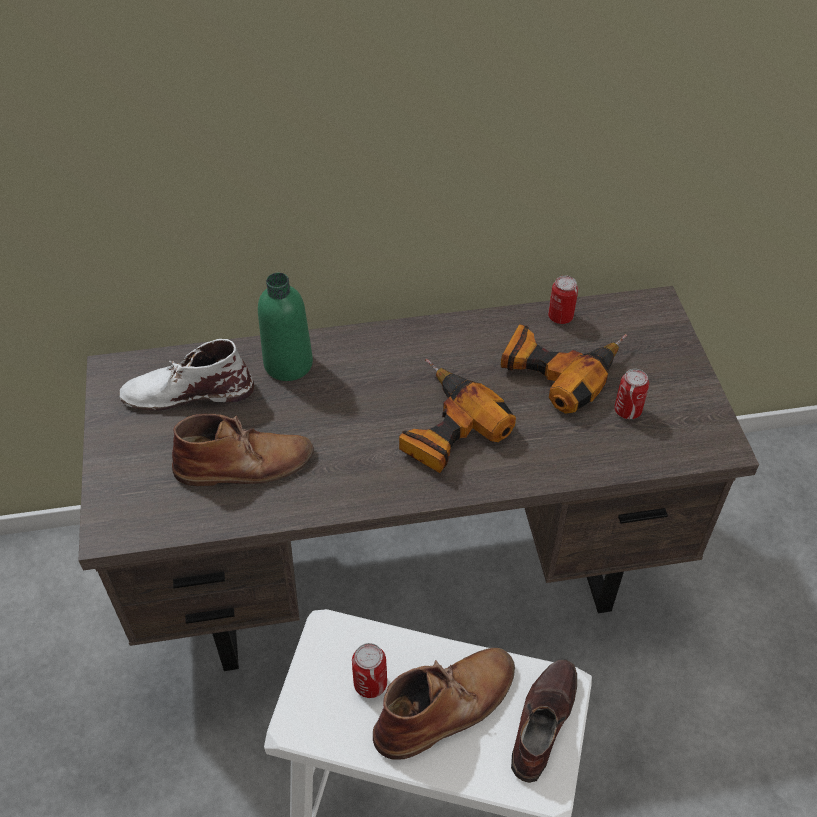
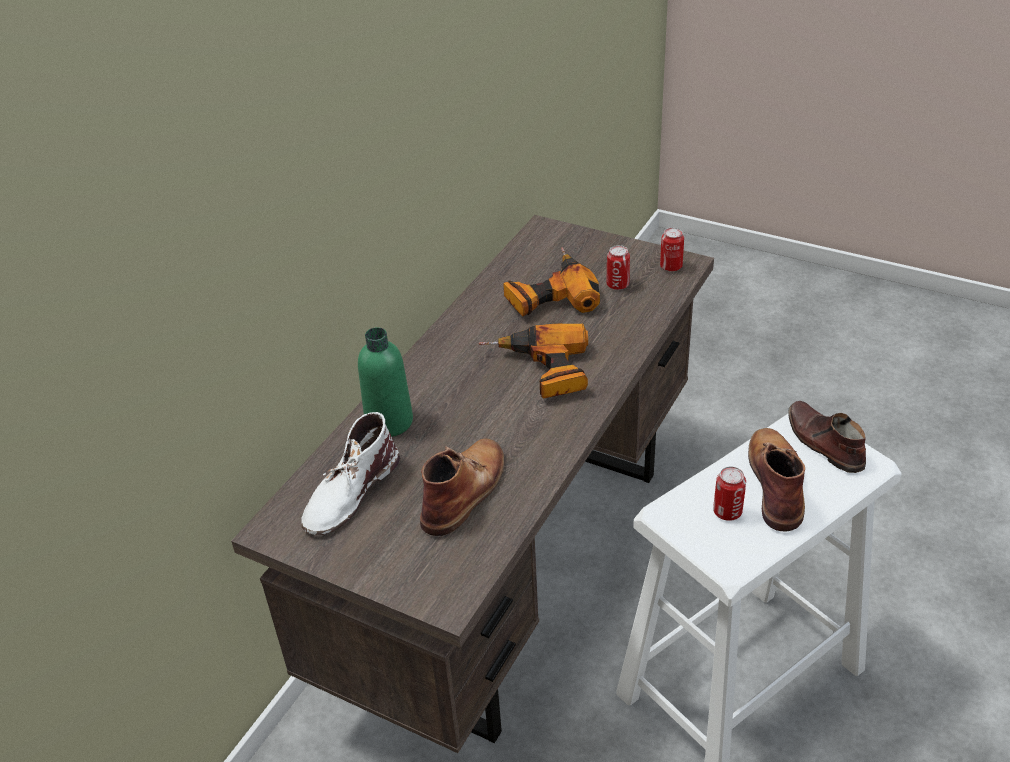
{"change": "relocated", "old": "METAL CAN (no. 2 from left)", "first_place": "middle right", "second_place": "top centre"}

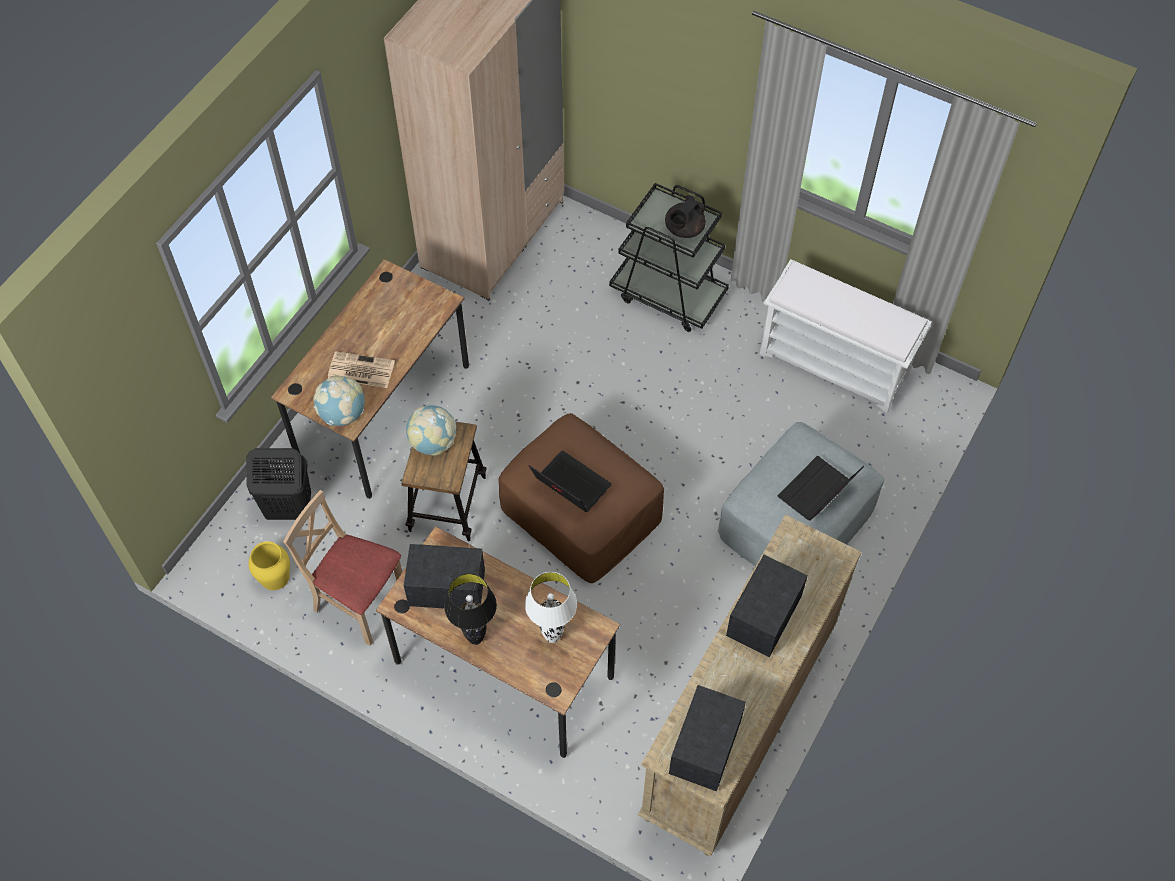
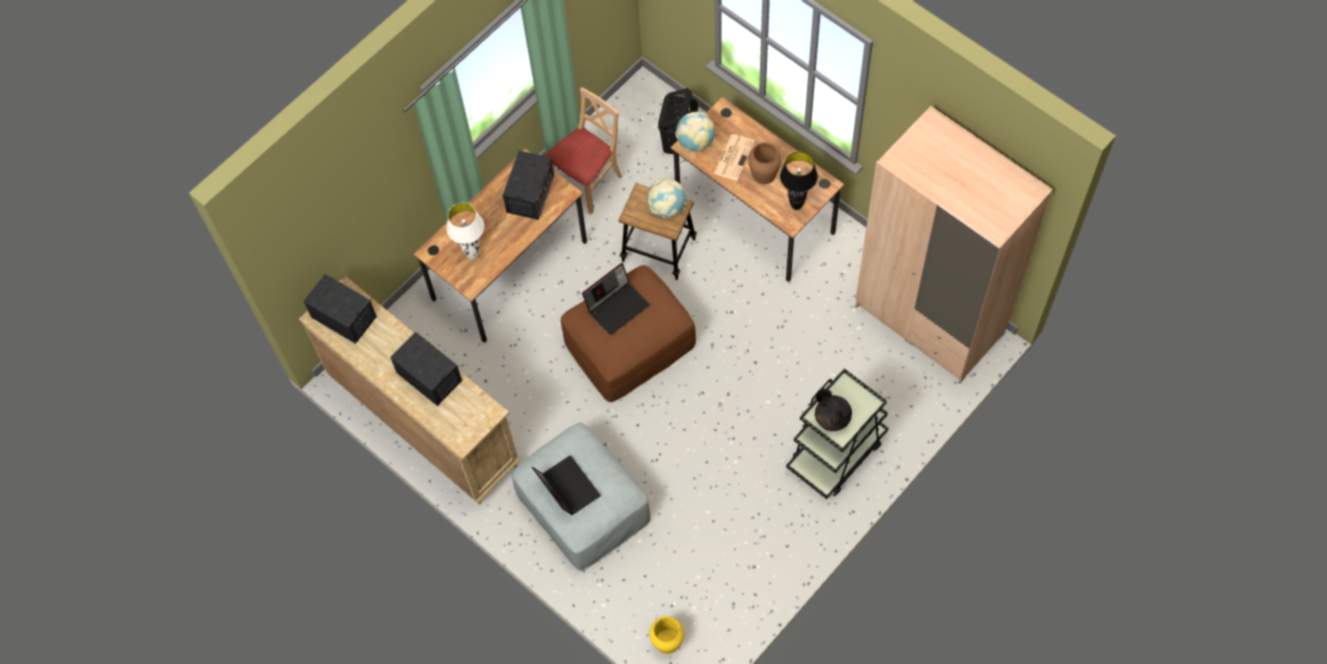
{"change": "relocated", "old": "YELLOW-COLOURED VASE", "first_place": "middle left", "second_place": "bottom centre"}
{"change": "appeared", "new": "BROWNISH VASE", "second_place": "top centre"}
{"change": "relocated", "old": "BLACKISH TABLE LAMP", "first_place": "bottom centre", "second_place": "top centre"}
{"change": "missing", "old": "WHITE INDOOR BENCH", "first_place": "middle right"}

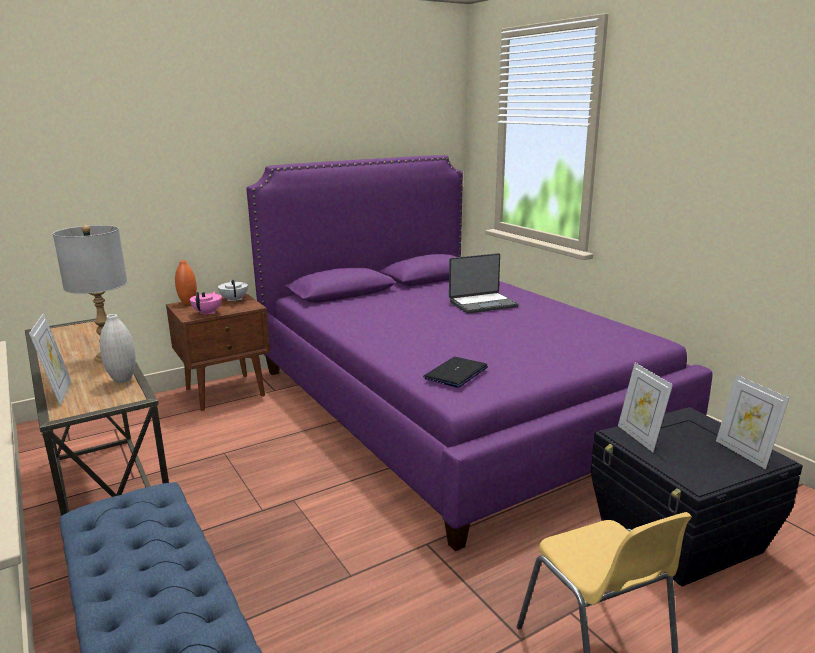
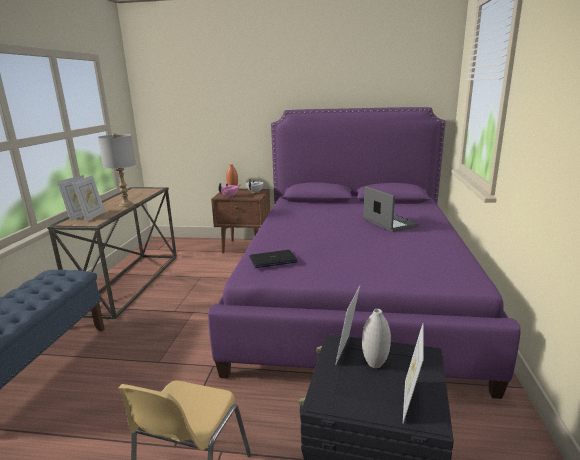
{"change": "appeared", "new": "PHOTO FRAME (no. 2 from left)", "second_place": "middle left"}
{"change": "relocated", "old": "WHITE VASE", "first_place": "middle left", "second_place": "bottom centre"}
{"change": "spun", "old": "PORTABLE COMPUTER (no. 2 from left)", "first_place": "centre", "second_place": "middle right", "degrees": -135}

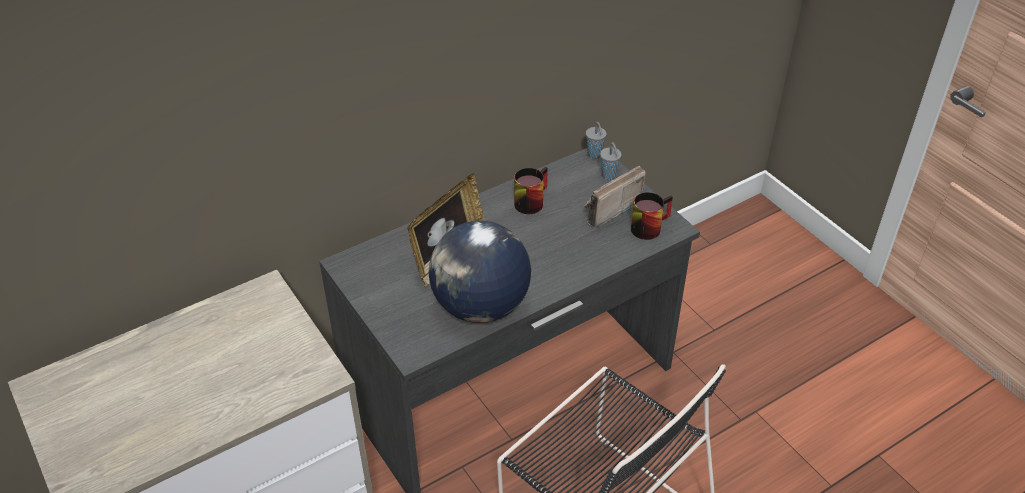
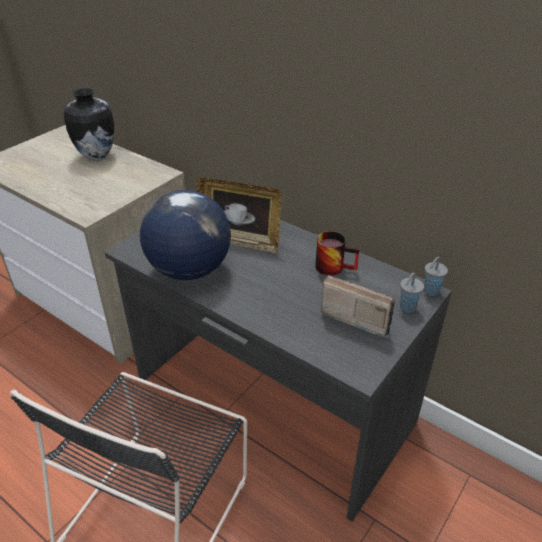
{"change": "appeared", "new": "VASE", "second_place": "top left"}
{"change": "missing", "old": "TEA MUG (no. 2 from left)", "first_place": "centre"}

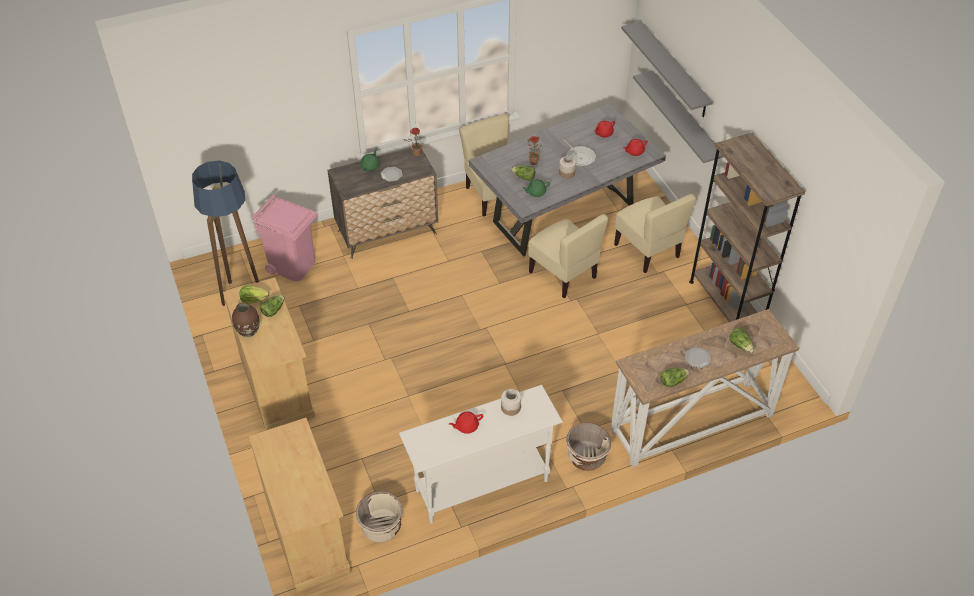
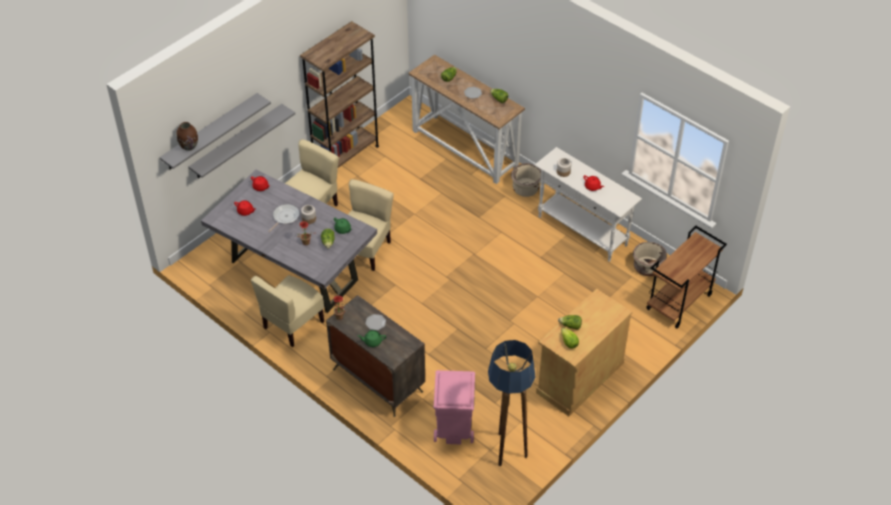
{"change": "relocated", "old": "BROWNISH VASE", "first_place": "middle left", "second_place": "top left"}
{"change": "exchanged", "old": "BEIGE CABINET (no. 2 from left)", "new": "BROWNISH WHEELED CART", "first_place": "bottom left", "second_place": "middle right"}

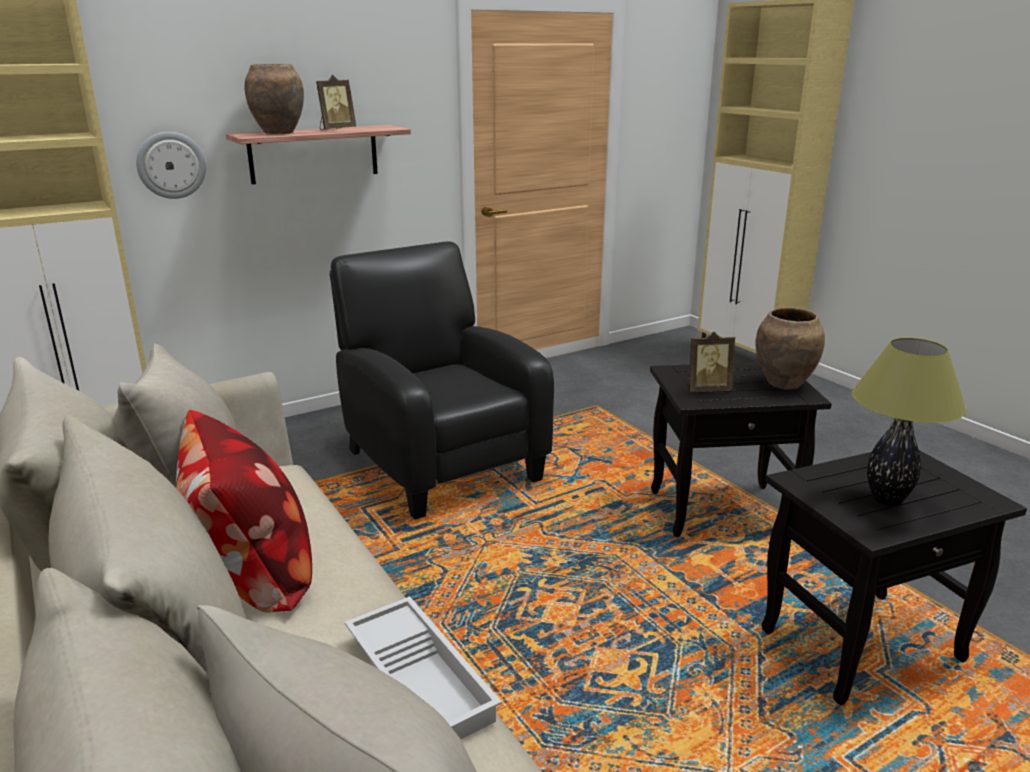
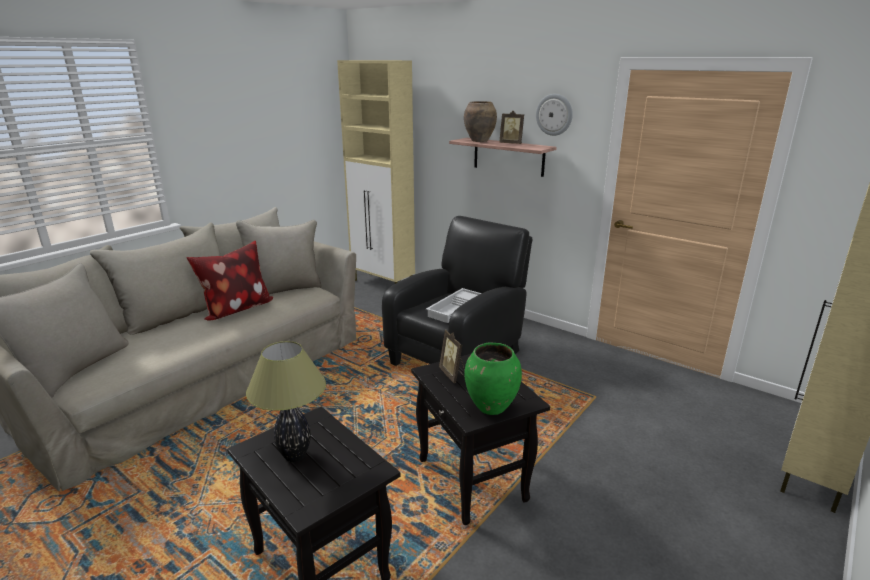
{"change": "relocated", "old": "WHITE TRAY", "first_place": "bottom centre", "second_place": "centre"}
{"change": "colour", "old": "BROWNISH VASE (no. 2 from left)", "new": "GREEN-COLOURED VASE", "first_place": "middle right", "second_place": "centre"}
{"change": "relocated", "old": "WALL CLOCK", "first_place": "top left", "second_place": "top centre"}

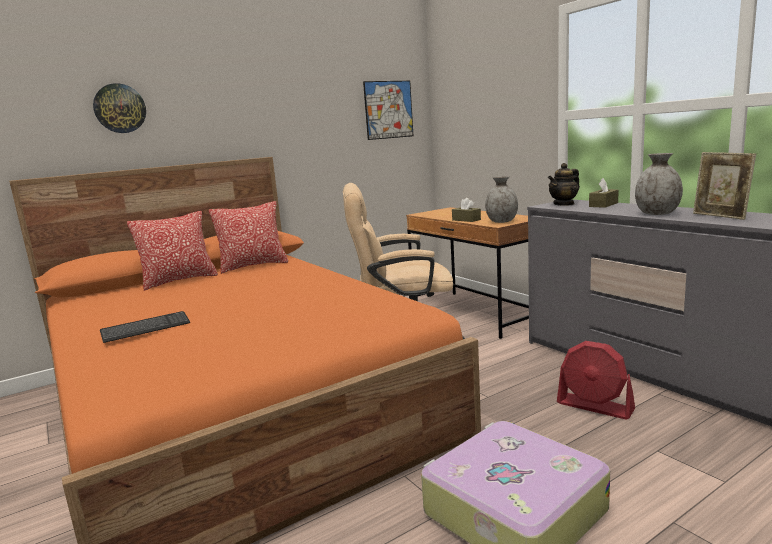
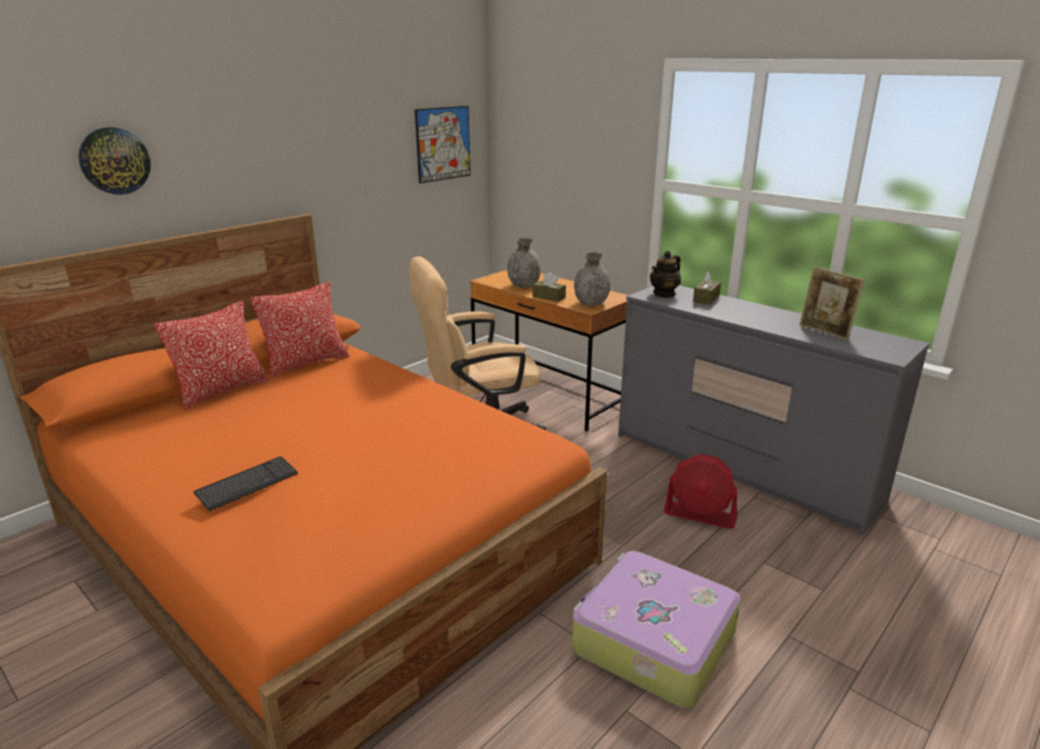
{"change": "relocated", "old": "GRAY VASE (no. 2 from left in the first image)", "new": "GRAY VASE (no. 1 from left)", "first_place": "middle right", "second_place": "centre"}

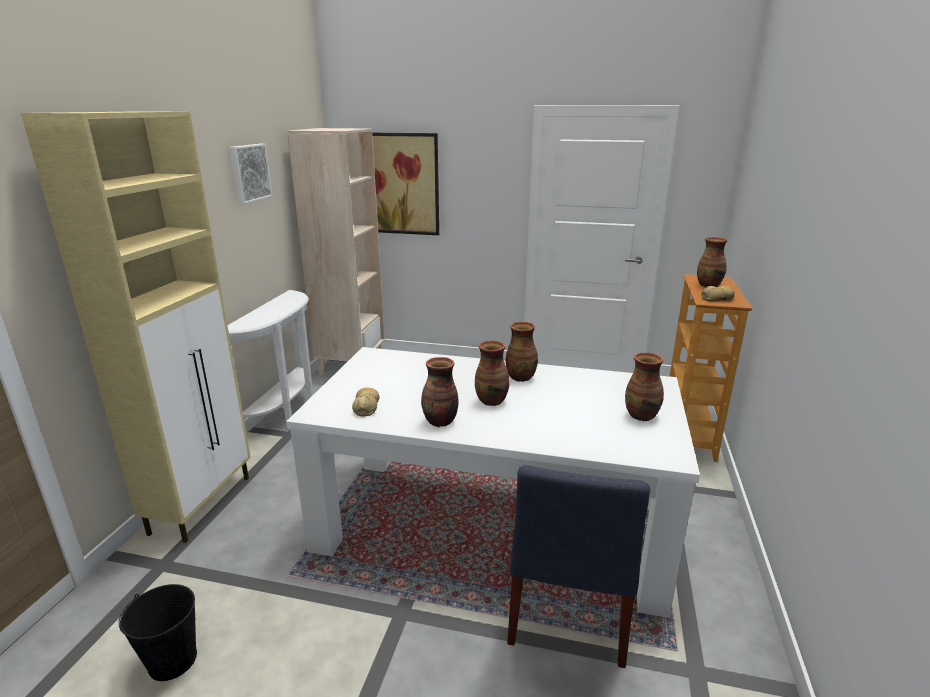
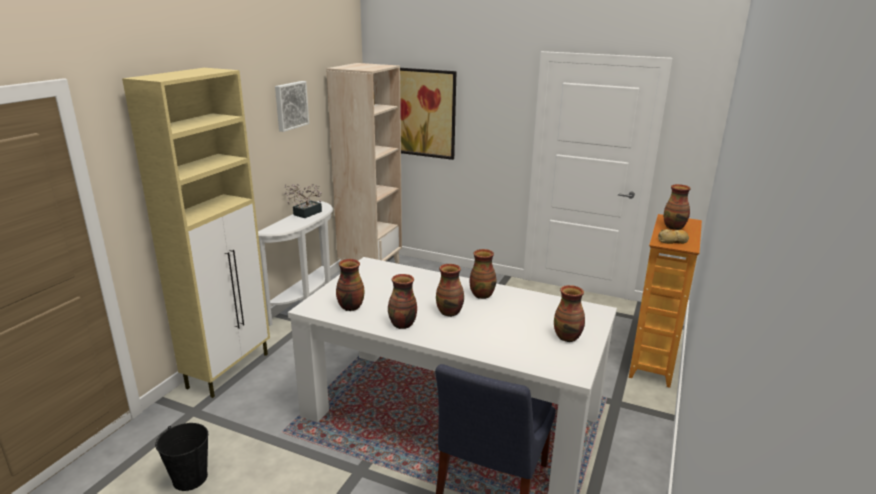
{"change": "appeared", "new": "PLANT IN A POT", "second_place": "centre"}
{"change": "exchanged", "old": "BAKED BREAD (no. 1 from left)", "new": "VASE (no. 1 from left)", "first_place": "centre", "second_place": "centre"}

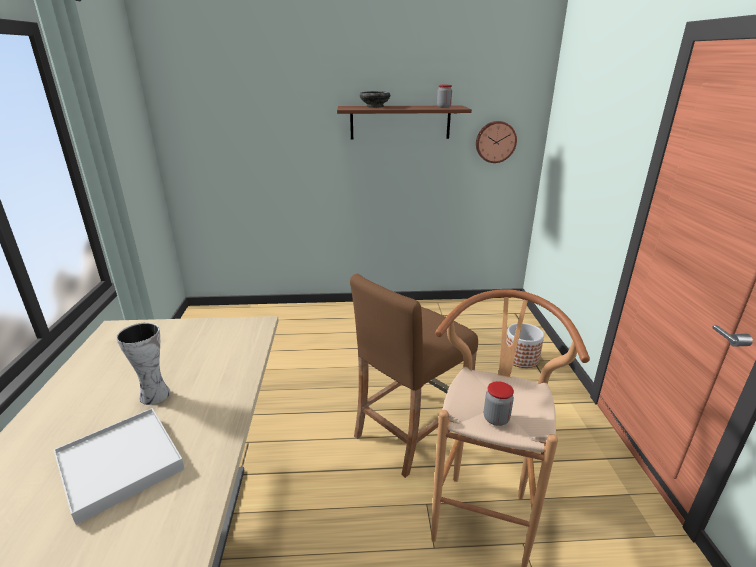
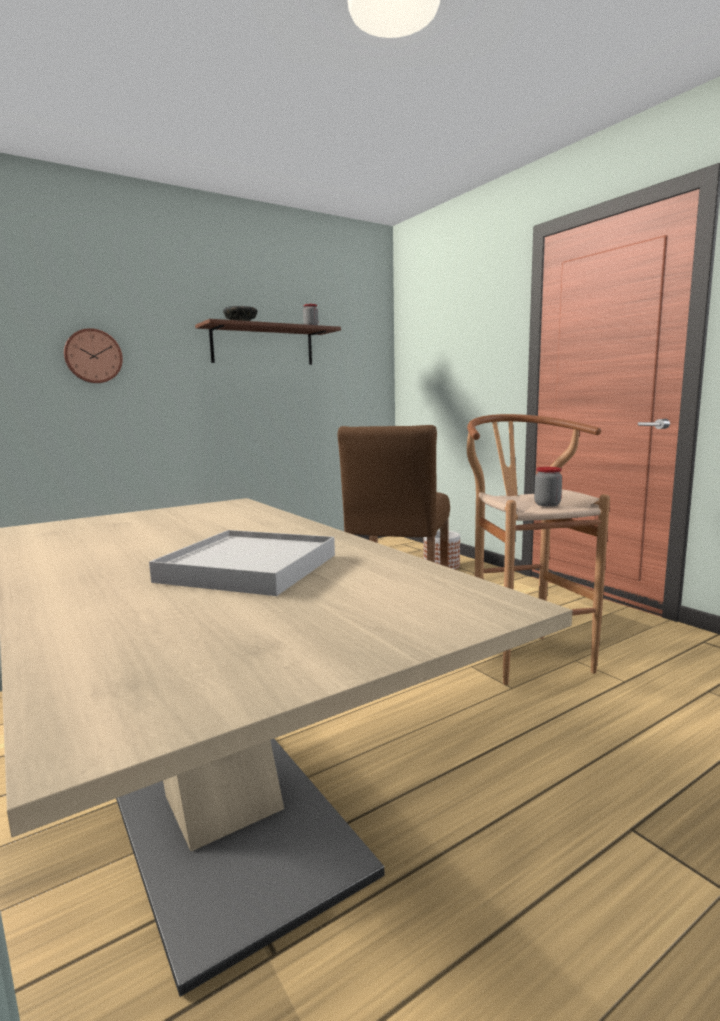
{"change": "relocated", "old": "WALL CLOCK", "first_place": "top centre", "second_place": "middle left"}
{"change": "missing", "old": "VASE", "first_place": "middle left"}

